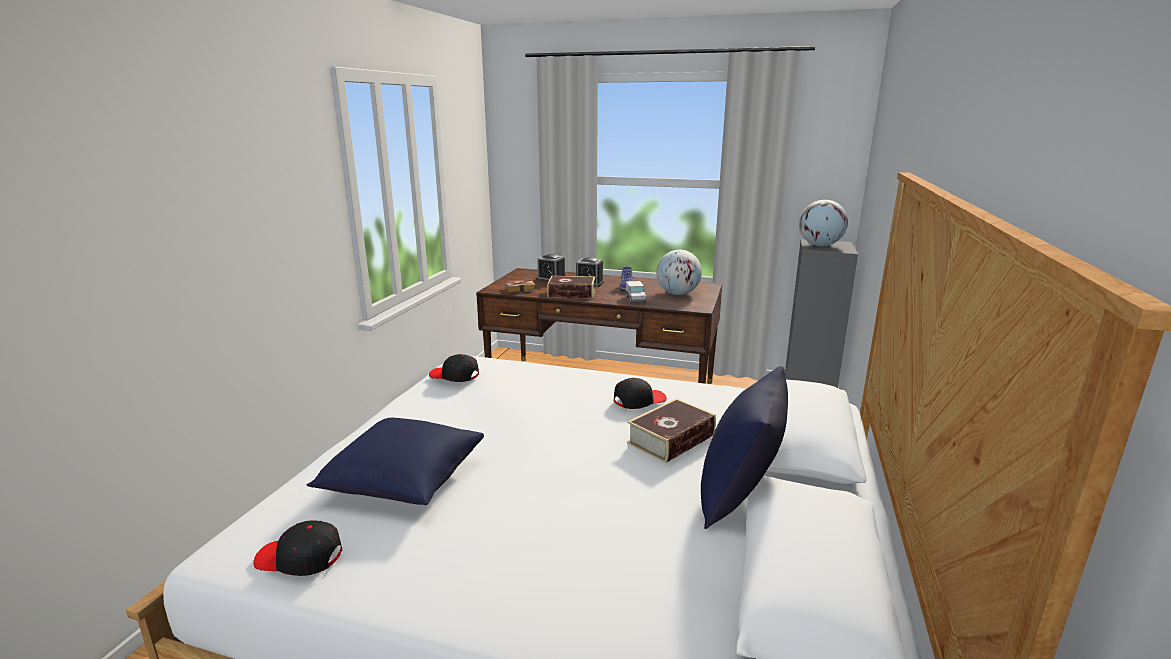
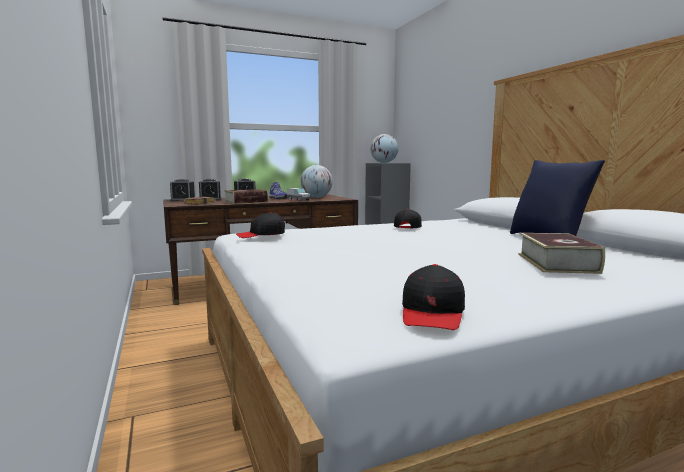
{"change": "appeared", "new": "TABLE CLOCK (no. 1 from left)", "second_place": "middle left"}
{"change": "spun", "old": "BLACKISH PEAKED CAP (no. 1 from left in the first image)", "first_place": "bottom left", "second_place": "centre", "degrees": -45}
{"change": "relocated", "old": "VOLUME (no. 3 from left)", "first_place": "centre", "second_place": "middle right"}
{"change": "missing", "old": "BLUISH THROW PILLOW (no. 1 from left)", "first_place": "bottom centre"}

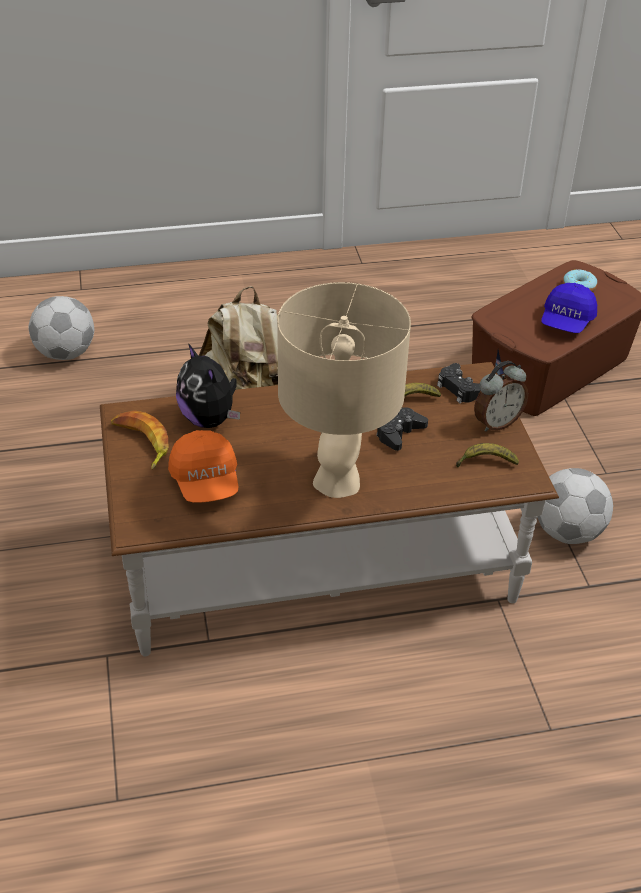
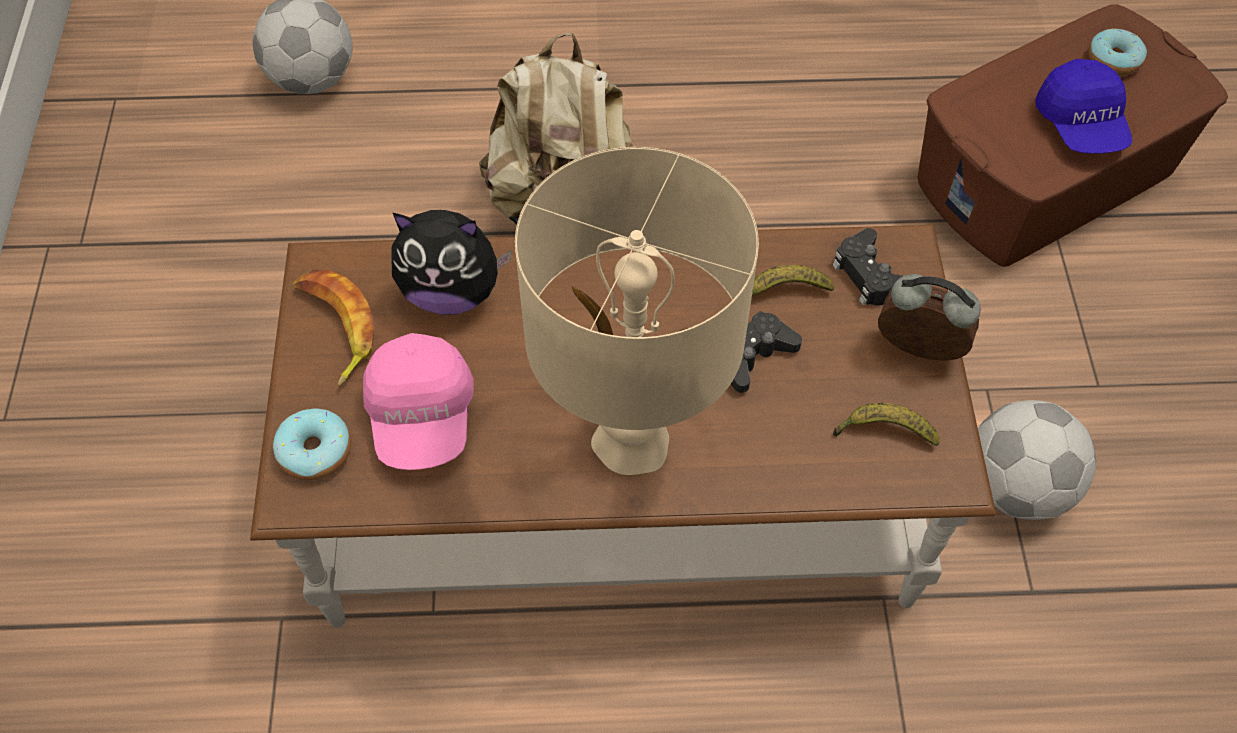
{"change": "appeared", "new": "RING DOUGHNUT (no. 1 from left)", "second_place": "middle left"}
{"change": "colour", "old": "ORANGEY PEAKED CAP", "new": "PINK PEAKED CAP", "first_place": "middle left", "second_place": "centre"}
{"change": "spun", "old": "SOFT TOY", "first_place": "middle left", "second_place": "centre", "degrees": -60}
{"change": "spun", "old": "TABLE CLOCK", "first_place": "middle right", "second_place": "middle right", "degrees": -135}
{"change": "spun", "old": "BLUISH PEAKED CAP", "first_place": "middle right", "second_place": "top right", "degrees": -45}

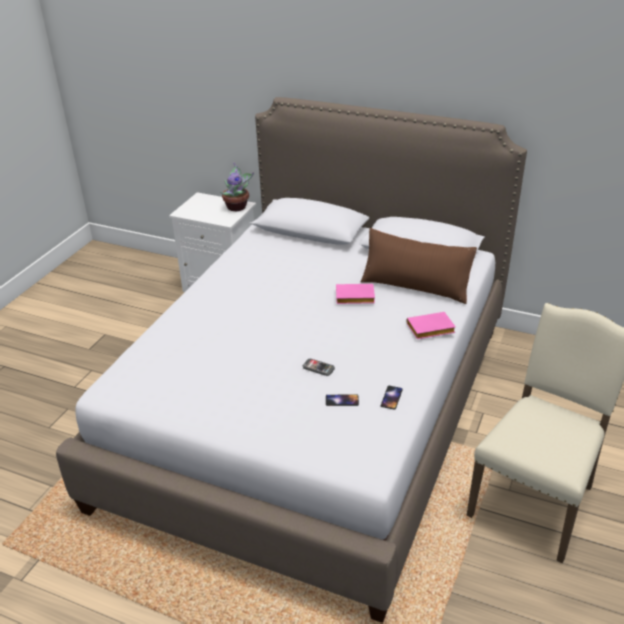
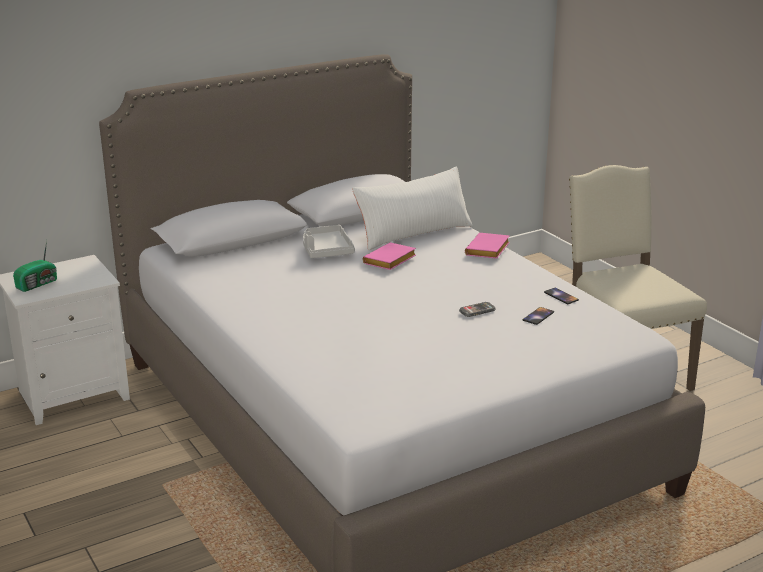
{"change": "appeared", "new": "RADIO", "second_place": "middle left"}
{"change": "appeared", "new": "GRAY TRAY", "second_place": "centre"}
{"change": "colour", "old": "BROWNISH THROW PILLOW", "new": "WHITE THROW PILLOW", "first_place": "middle right", "second_place": "centre"}
{"change": "missing", "old": "PLANT IN A POT", "first_place": "top centre"}

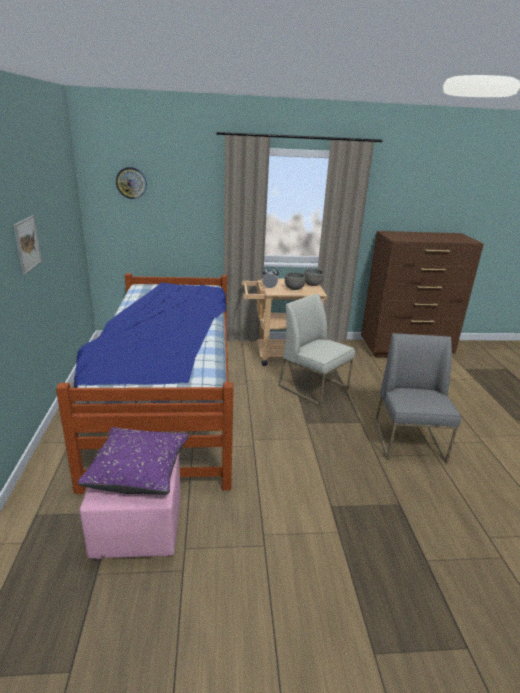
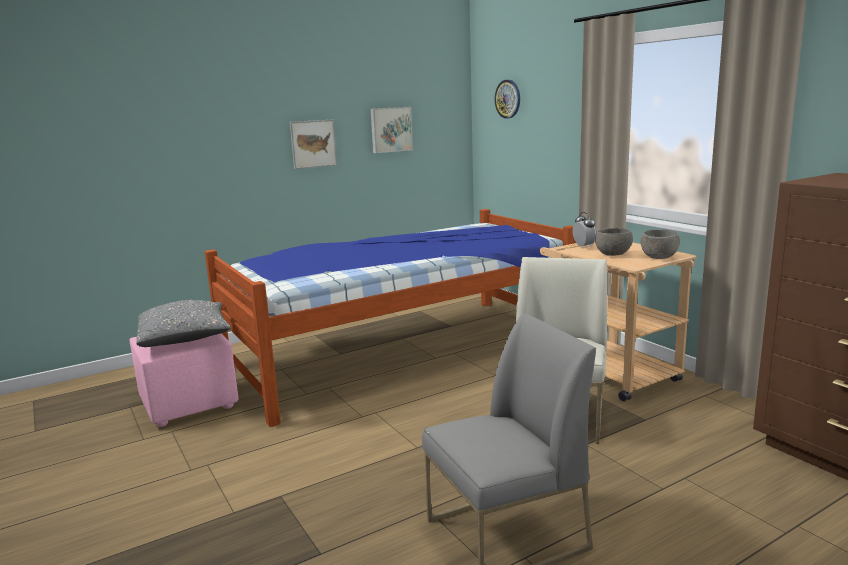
{"change": "colour", "old": "PURPLE THROW PILLOW", "new": "GRAY THROW PILLOW", "first_place": "middle left", "second_place": "middle left"}
{"change": "appeared", "new": "WALL PICTURE (no. 2 from left)", "second_place": "top centre"}

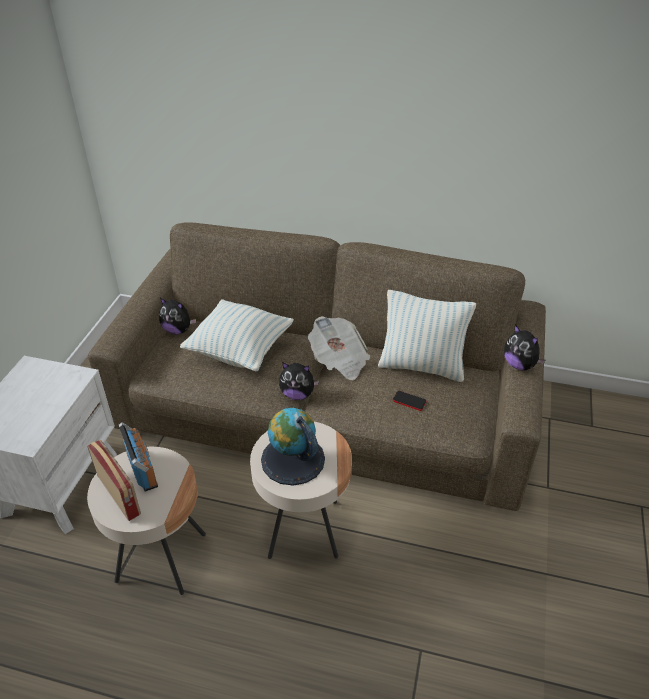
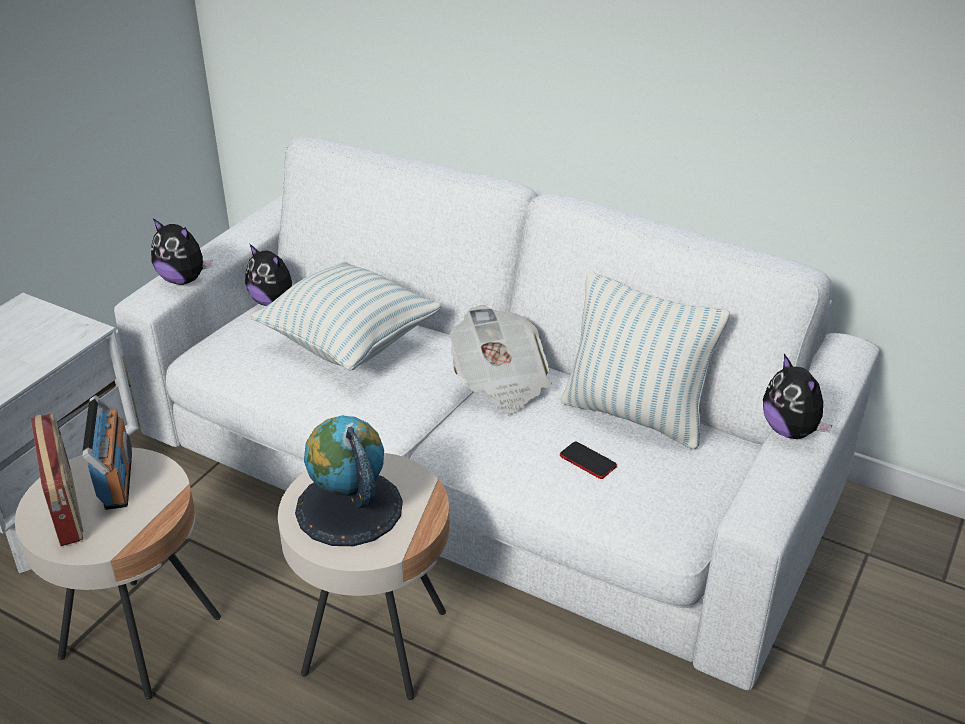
{"change": "colour", "old": "BROWNISH COUCH", "new": "WHITE COUCH", "first_place": "centre", "second_place": "centre"}
{"change": "relocated", "old": "SOFT TOY (no. 2 from left in the first image)", "new": "SOFT TOY (no. 1 from left)", "first_place": "centre", "second_place": "middle left"}

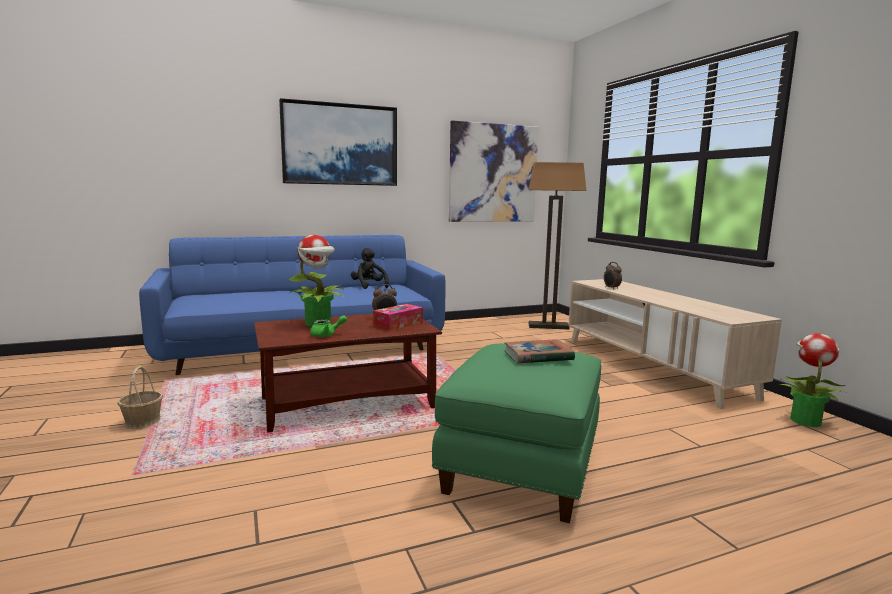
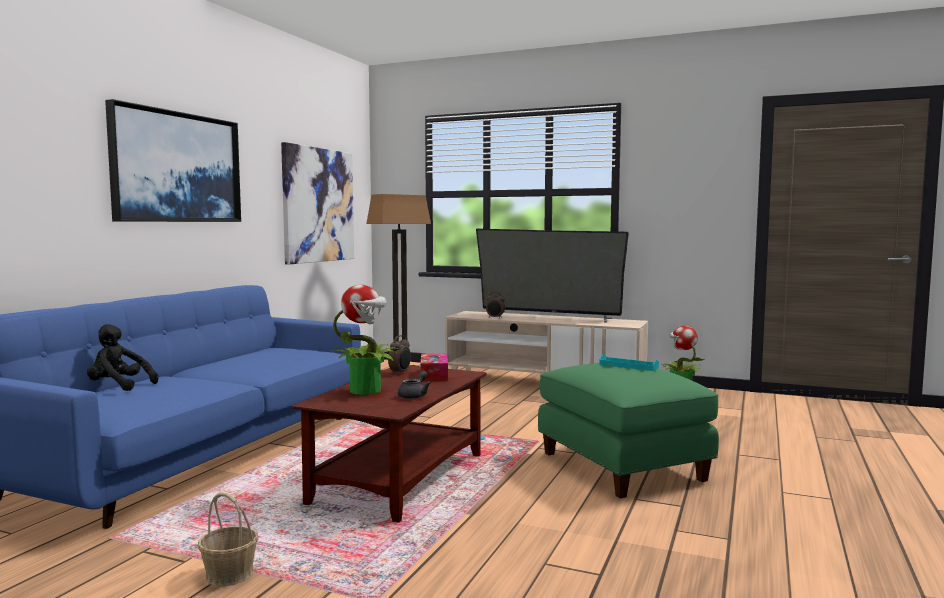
{"change": "relocated", "old": "BLACKISH SOFT TOY", "first_place": "centre", "second_place": "middle left"}
{"change": "colour", "old": "GREEN-COLOURED POT FOR TEA", "new": "GRAY POT FOR TEA", "first_place": "centre", "second_place": "centre"}
{"change": "appeared", "new": "TELEVISION", "second_place": "centre"}
{"change": "exchanged", "old": "VOLUME", "new": "BLUE-GREEN TRAY", "first_place": "centre", "second_place": "centre"}

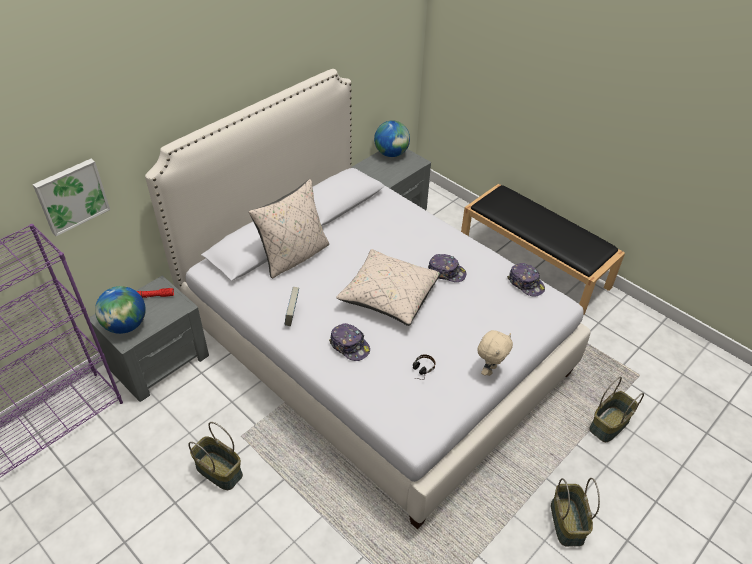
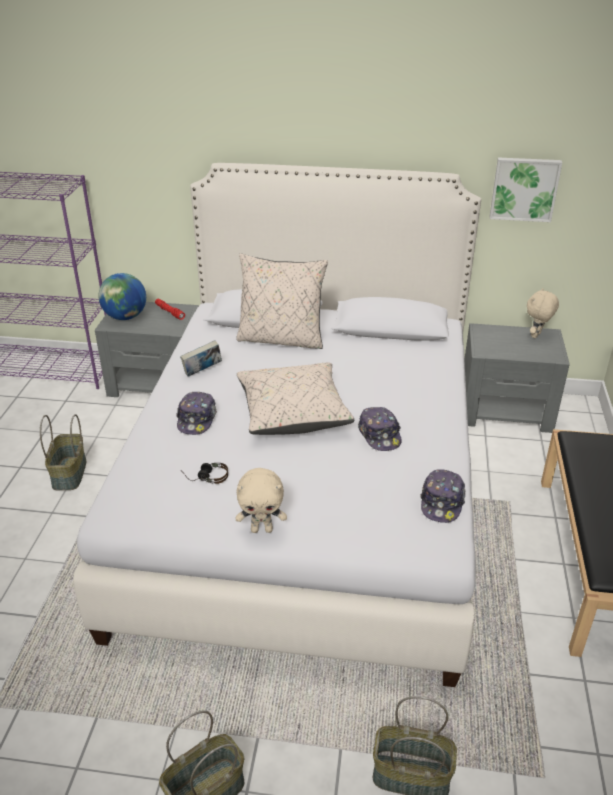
{"change": "relocated", "old": "WALL PICTURE", "first_place": "middle left", "second_place": "top right"}
{"change": "exchanged", "old": "GLOBE (no. 2 from left)", "new": "BEIGE SOFT TOY (no. 2 from left)", "first_place": "top centre", "second_place": "middle right"}

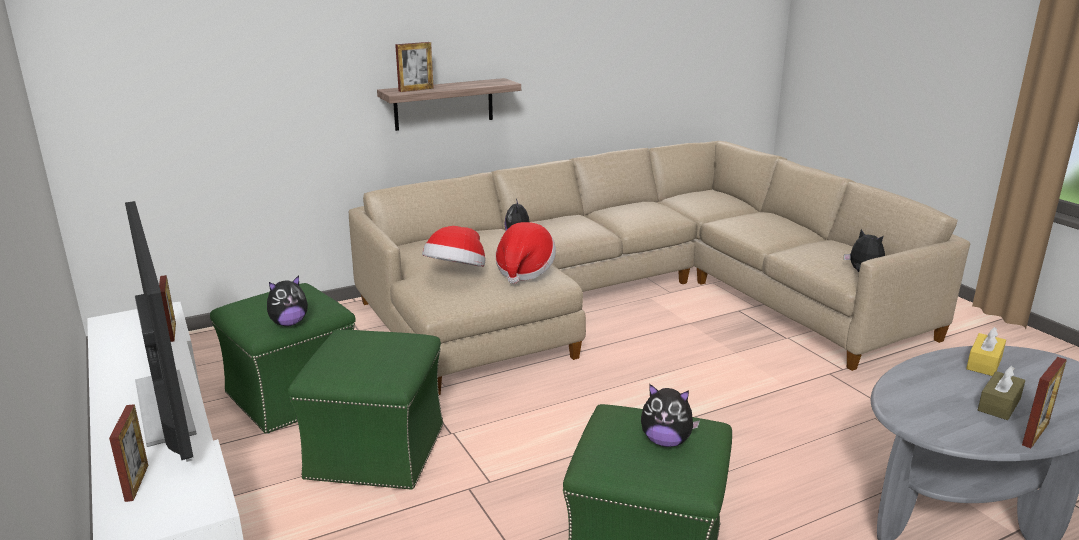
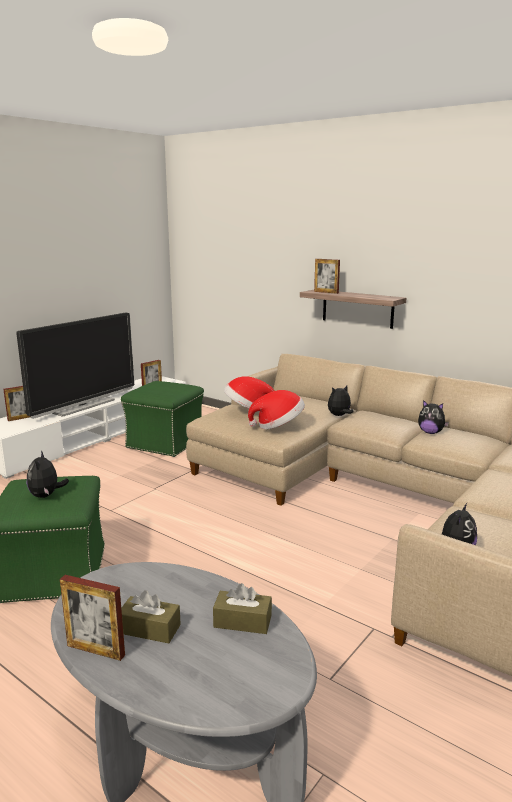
{"change": "colour", "old": "YELLOW-COLOURED BOX OF TISSUES", "new": "BROWNISH BOX OF TISSUES (no. 2 from left)", "first_place": "middle right", "second_place": "bottom centre"}
{"change": "relocated", "old": "SOFT TOY (no. 1 from left in the first image)", "new": "SOFT TOY (no. 3 from left)", "first_place": "middle left", "second_place": "middle right"}
{"change": "missing", "old": "GREEN-COLOURED POUFFE (no. 2 from left)", "first_place": "bottom centre"}

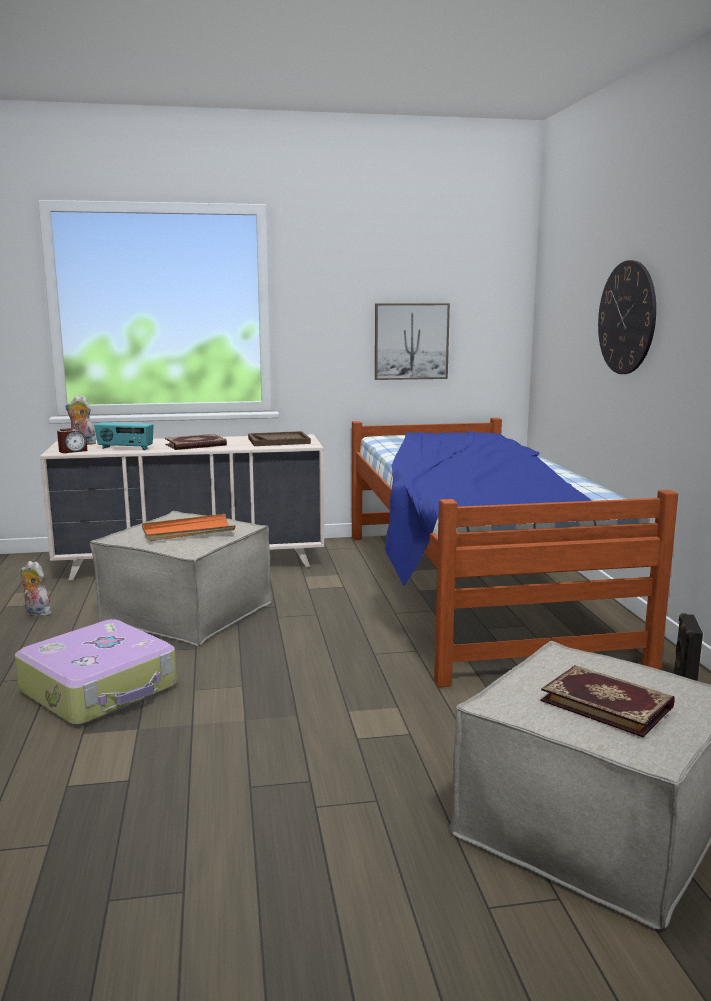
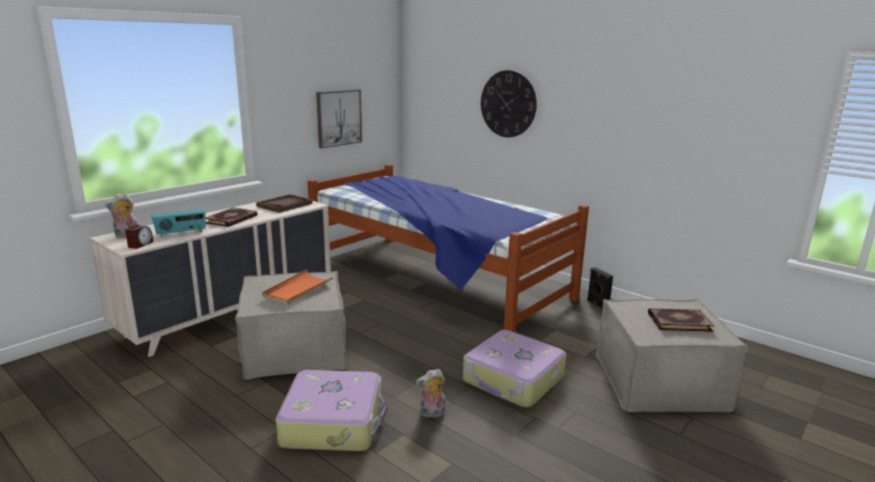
{"change": "relocated", "old": "SOFT TOY (no. 1 from left in the first image)", "new": "SOFT TOY (no. 2 from left)", "first_place": "middle left", "second_place": "bottom centre"}
{"change": "appeared", "new": "PIECE OF LUGGAGE (no. 2 from left)", "second_place": "bottom centre"}

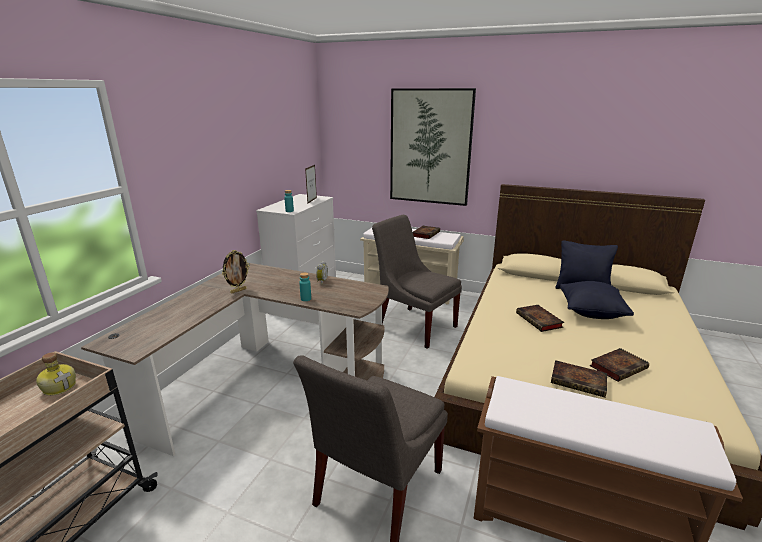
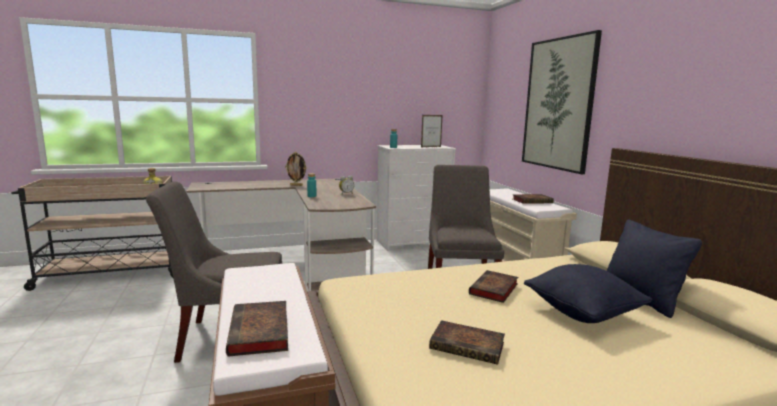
{"change": "relocated", "old": "VOLUME (no. 3 from left in the first image)", "new": "VOLUME (no. 1 from left)", "first_place": "bottom right", "second_place": "bottom left"}

